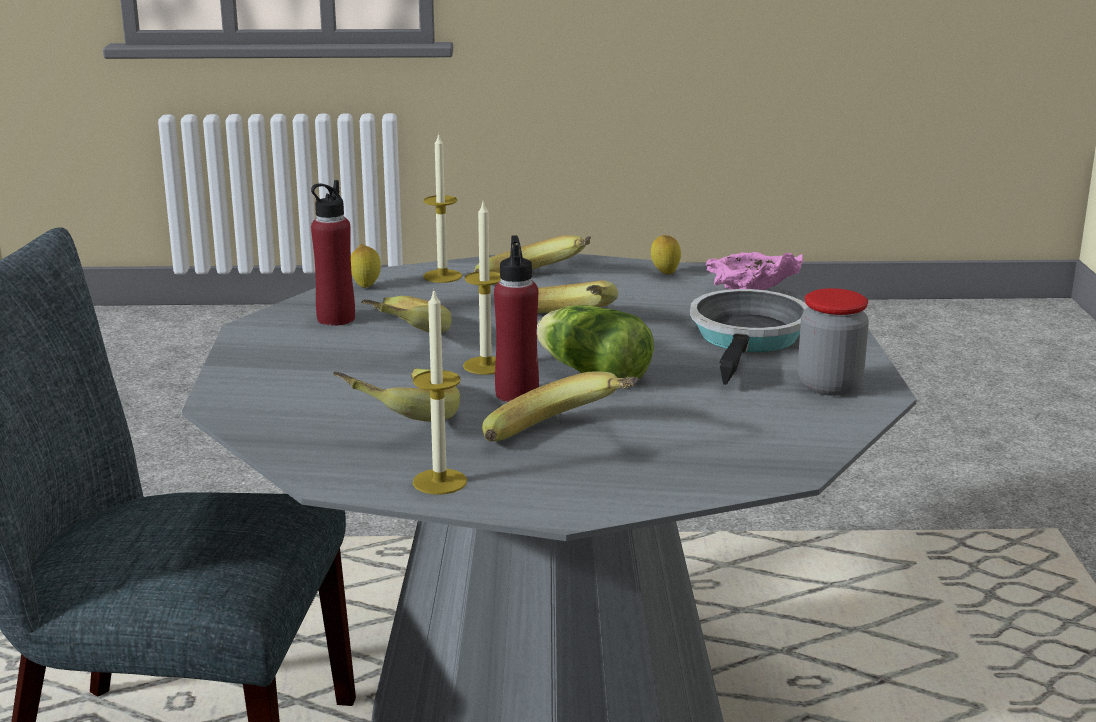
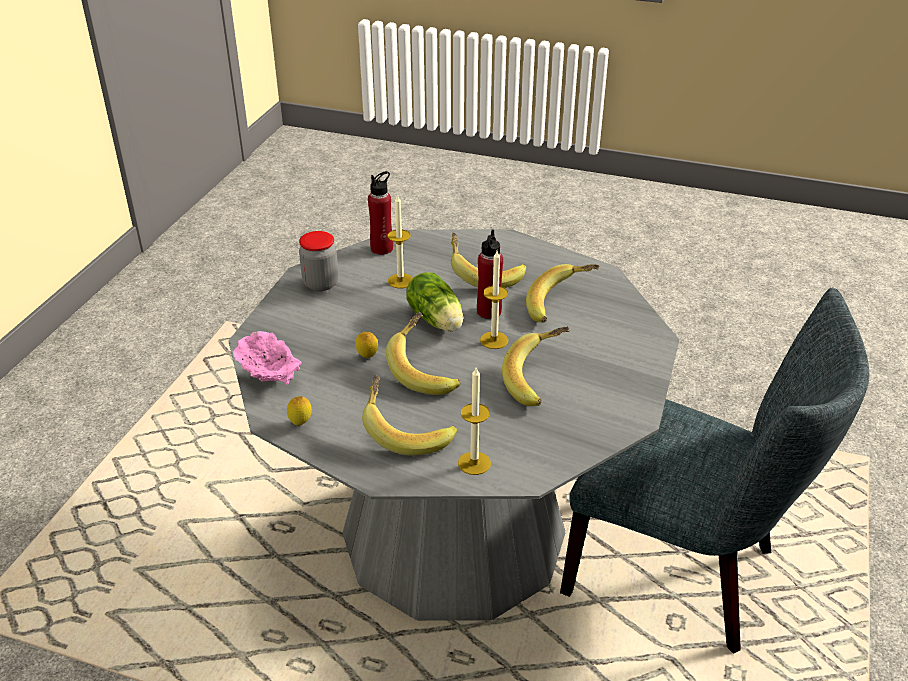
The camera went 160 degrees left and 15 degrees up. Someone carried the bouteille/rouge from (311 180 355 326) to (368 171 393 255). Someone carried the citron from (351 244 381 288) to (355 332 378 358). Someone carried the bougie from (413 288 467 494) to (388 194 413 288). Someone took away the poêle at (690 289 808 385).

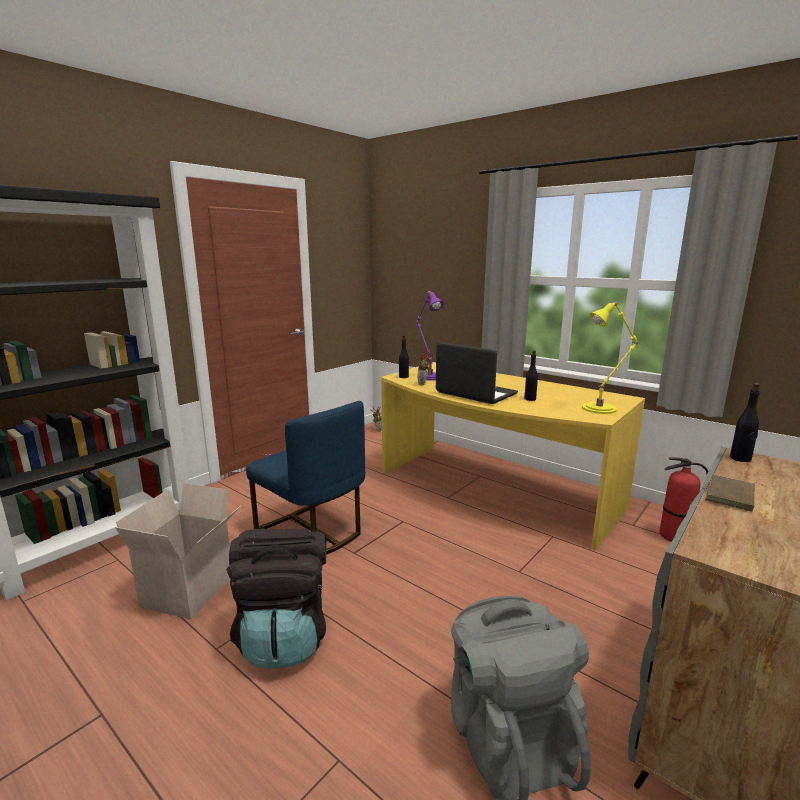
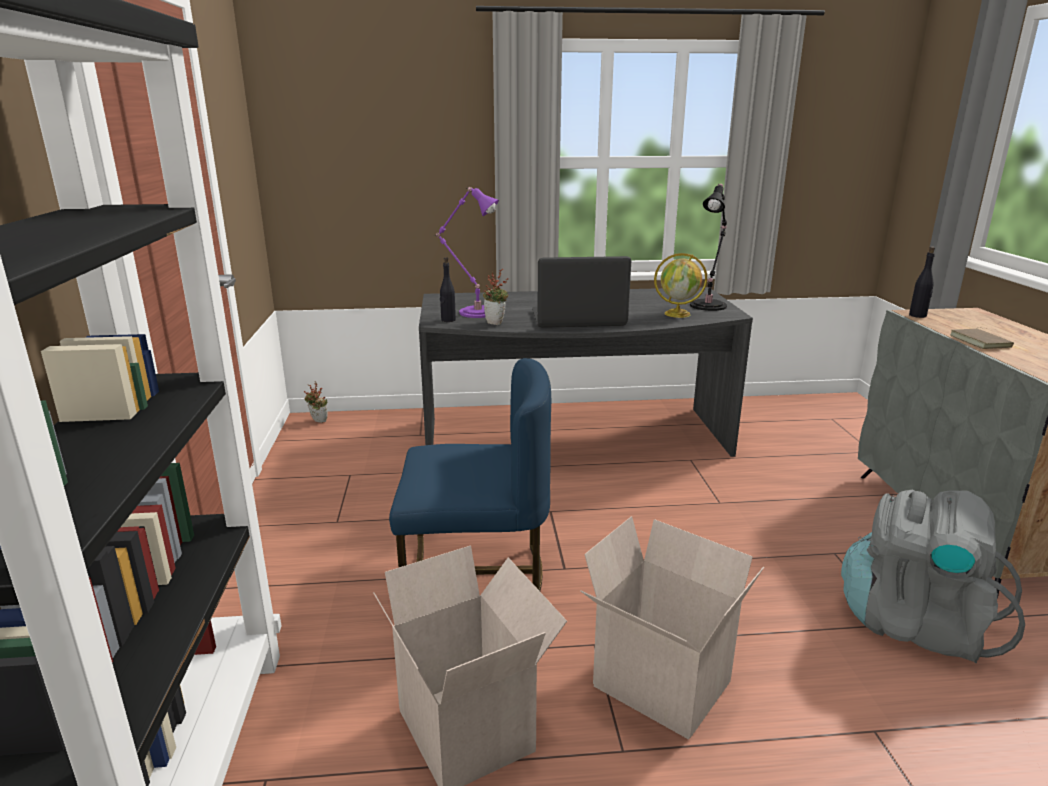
The camera went 45 degrees left and 5 degrees up. Someone swapped the sac à dos/noir at (227 528 326 669) for the carton at (580 516 764 740). Someone repainted the bureau/jaune at (381 362 645 551), which became the bureau/gris at (419 287 753 457). Someone took away the bouteille/noir at (524 350 538 401). Someone repainted the lampe de table/jaune at (582 302 638 414), which became the lampe de table/noir at (690 184 727 311). Someone took away the extincteur at (660 457 708 542). Someone put down the globe at (654 253 707 318).

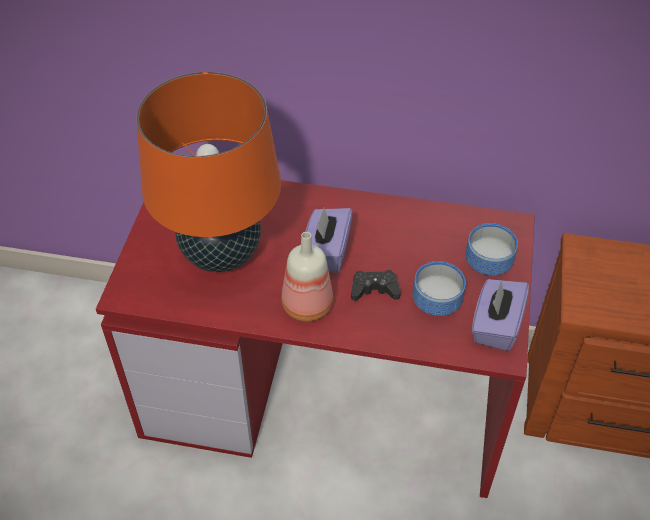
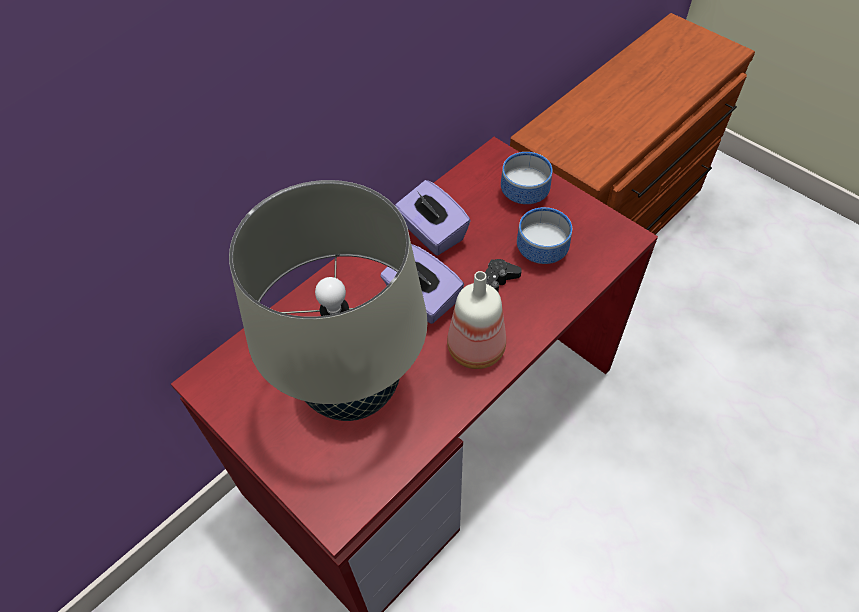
The camera went 55 degrees left and 5 degrees up. Someone repainted the lampe de table/orange at (136 72 281 272), which became the lampe de table/beige at (229 180 427 421). Someone carried the boîte à mouchoirs/violet from (472 279 529 351) to (395 180 471 256).

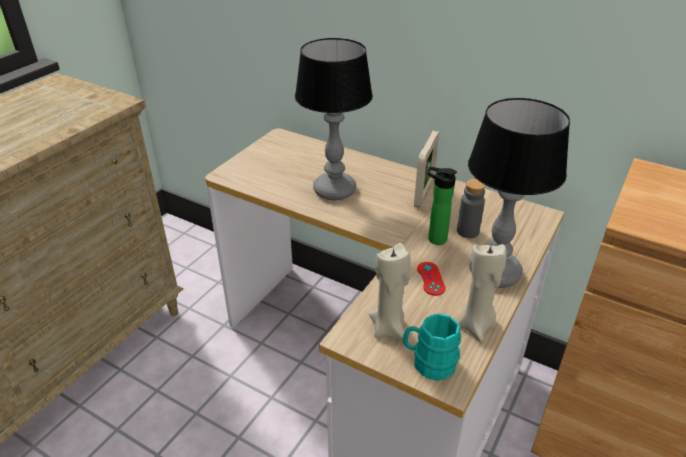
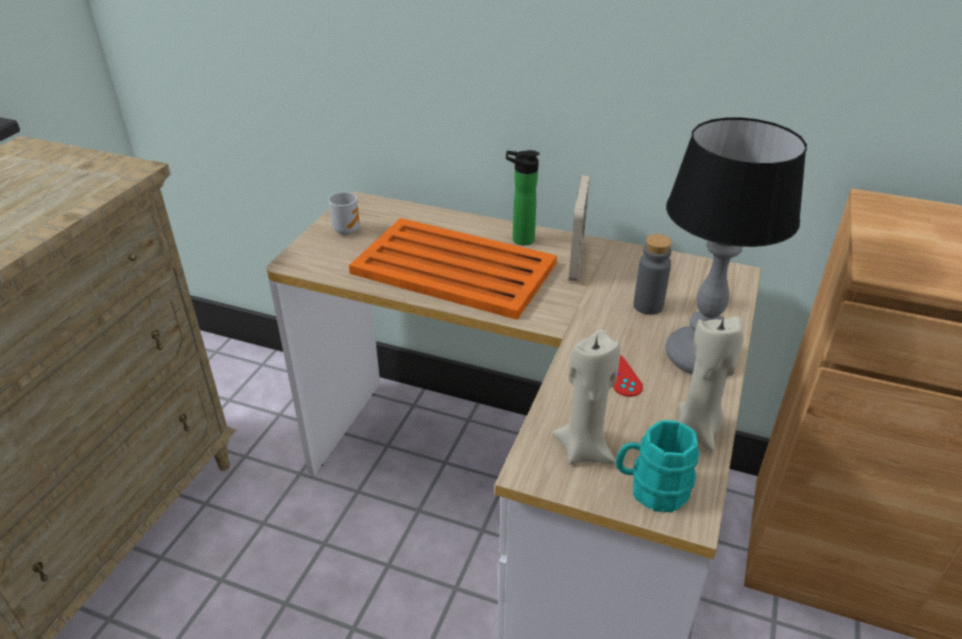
The camera went 10 degrees left and 0 degrees up. Someone swapped the lampe de table at (295 38 373 200) for the plateau/orange at (349 218 557 320). Someone carried the bouteille from (427 166 457 245) to (506 150 540 245). Someone put down the mug at (328 192 360 235).

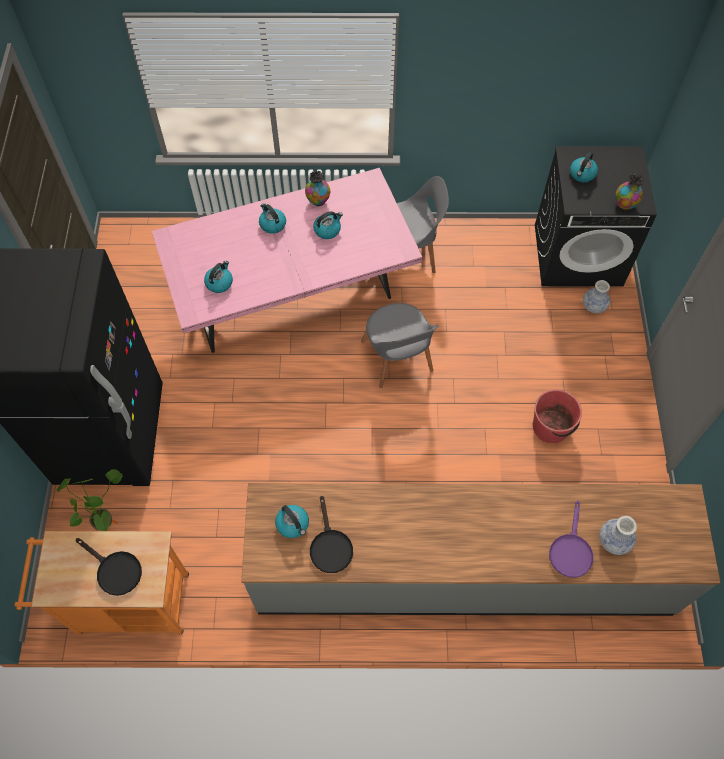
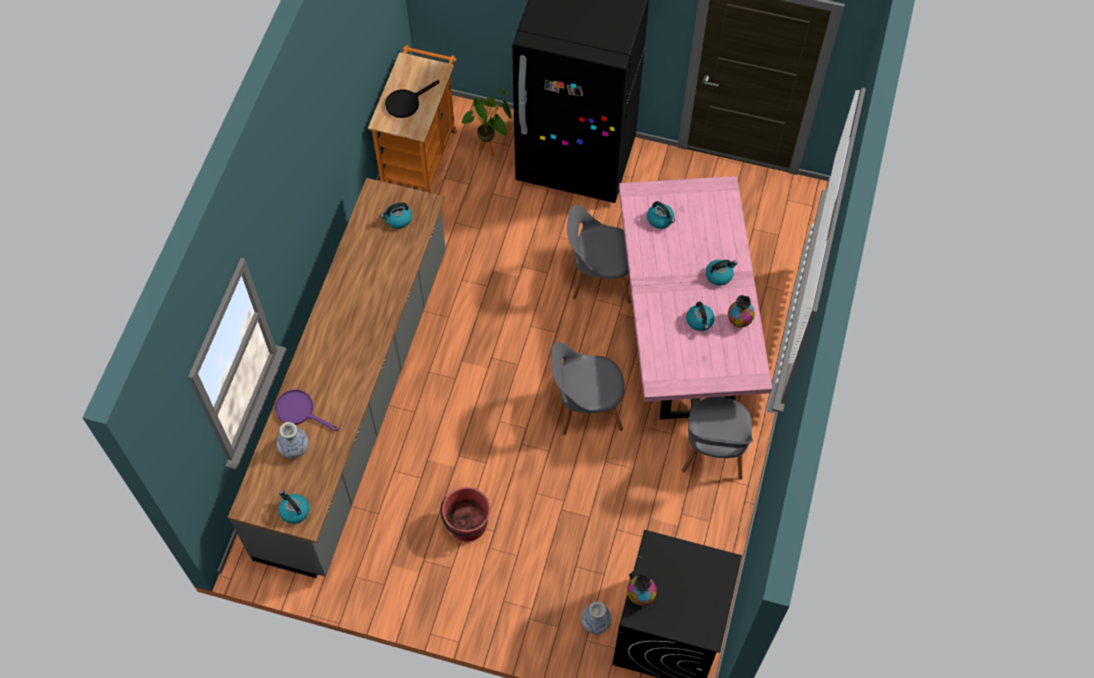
The camera went 105 degrees right and 0 degrees up. Someone took away the poêle/noir at (310 495 353 573). Someone carried the bouilloire from (570 152 598 182) to (279 490 310 524). Someone put down the chaise/gris at (567 205 631 303).

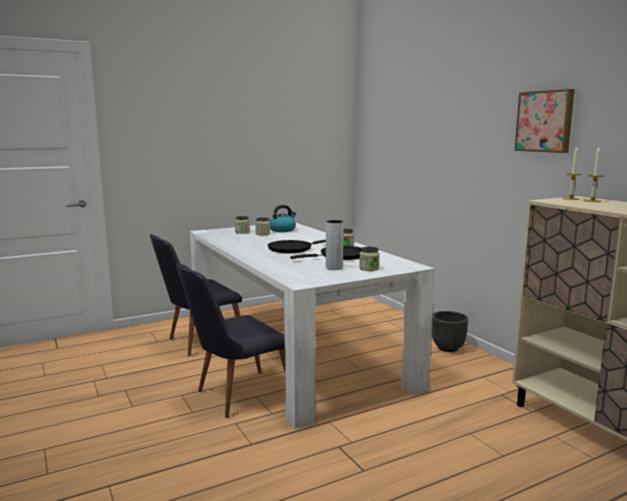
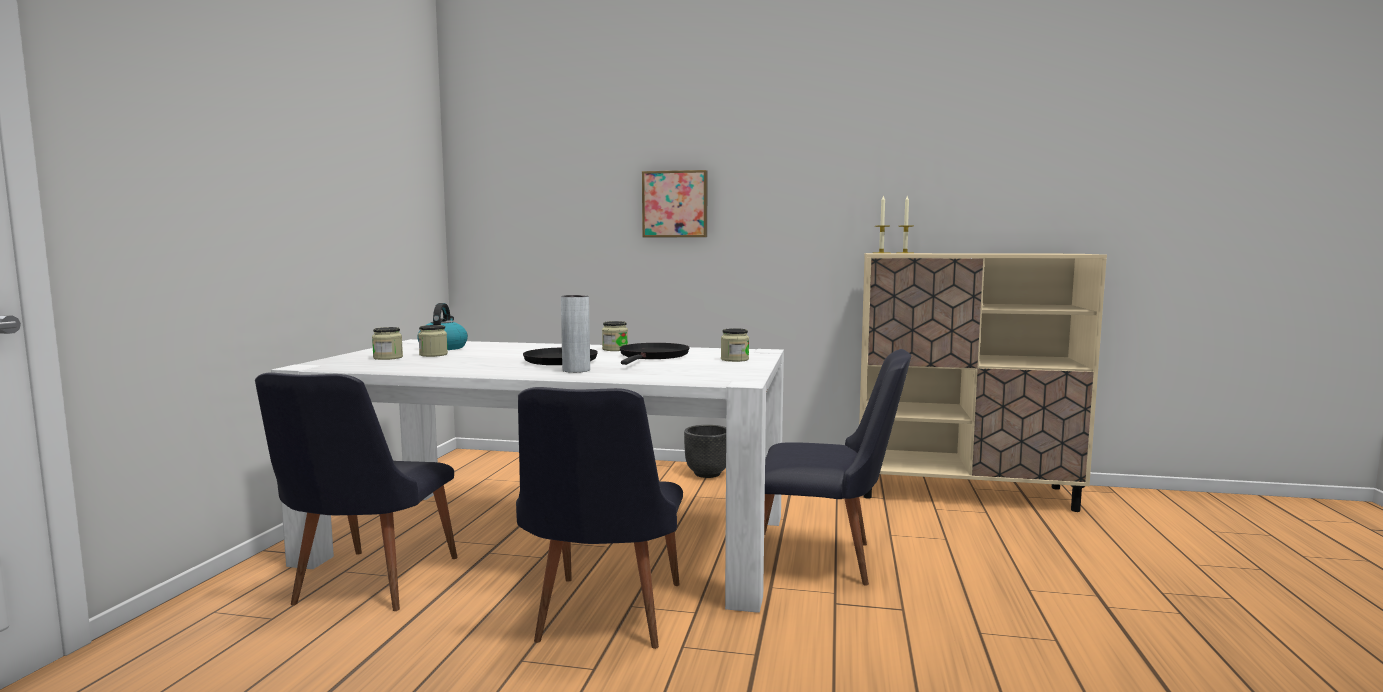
The camera went 50 degrees left and 5 degrees down. Someone carried the vase/gris from (326 220 344 270) to (561 295 590 373). Someone carried the tableau from (514 89 575 153) to (642 170 707 237). Someone put down the chaise/noir at (764 349 911 586).

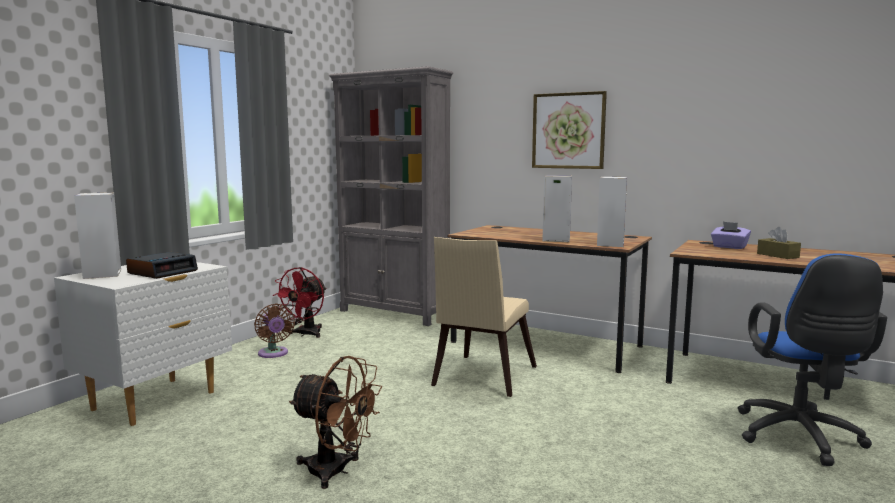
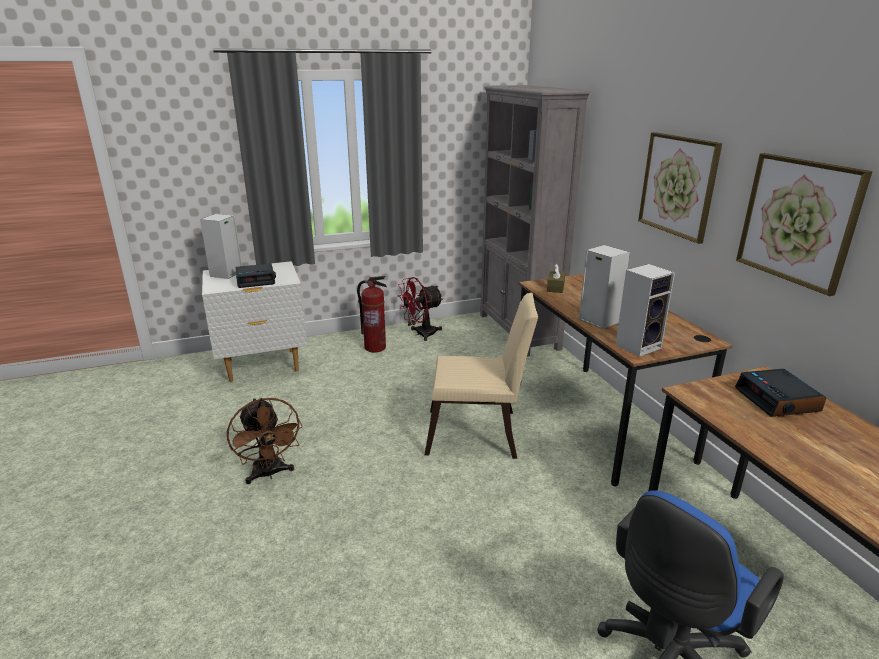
The camera went 40 degrees right and 15 degrees up. Someone swapped the ventilateur/marron at (254 303 295 358) for the extincteur at (357 276 387 352). Someone rotated the chaise/beige at (431 237 537 397) by 150 degrees counterclockwise. Someone swapped the boîte à mouchoirs/violet at (711 221 751 249) for the réveil at (735 369 826 417). Someone carried the boîte à mouchoirs/marron from (757 227 801 259) to (547 263 565 293). Someone put up the tableau at (736 153 872 296).

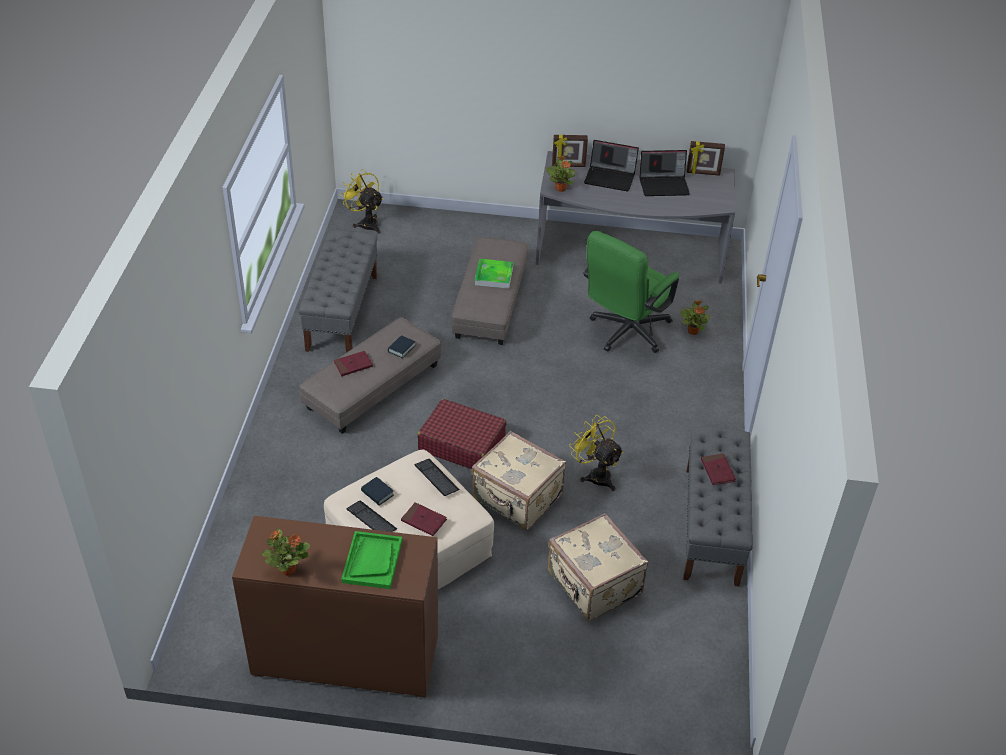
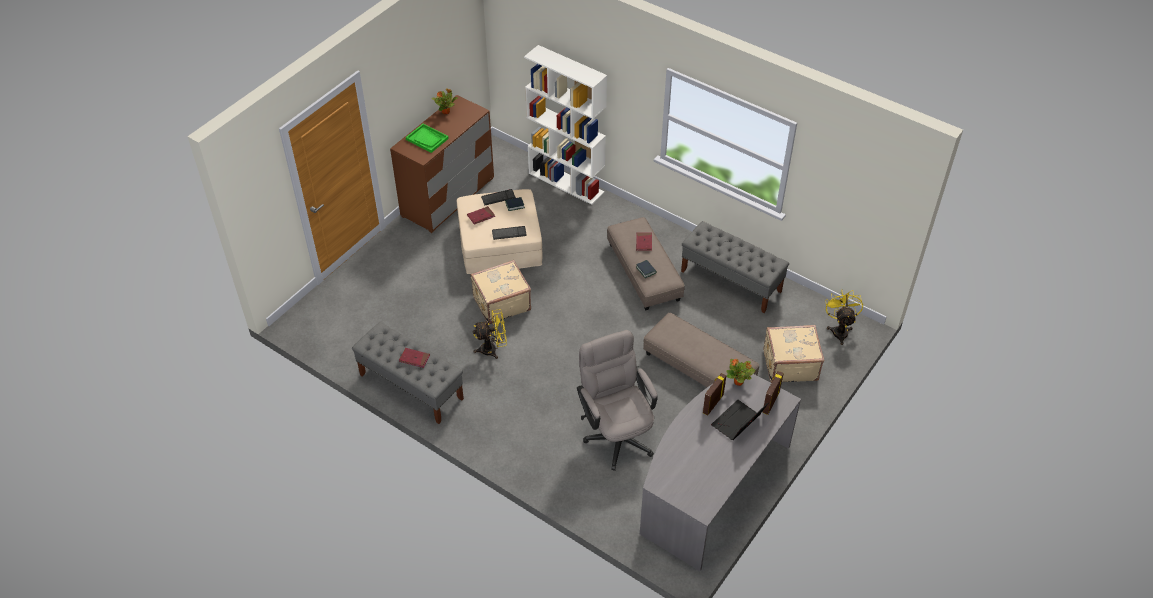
The camera went 120 degrees right and 5 degrees up. Someone rotated the ventilateur/jaune at (340 169 383 234) by 75 degrees counterclockwise. Someone took away the valise/rouge at (417 399 506 469). Someone took away the plateau at (475 259 513 289). Someone carried the valise/beige from (548 513 648 621) to (764 325 824 383). Someone repainted the chaise de bureau/vert at (584 231 679 353), which became the chaise de bureau/gris at (577 330 658 471). Someone took away the ordinateur portable at (639 150 690 196). Someone took away the plante en pot at (681 300 710 335). Someone carried the cadre photo from (687 141 725 176) to (703 373 727 416). Someone put down the bibliothèque/blanc at (524 45 607 205).

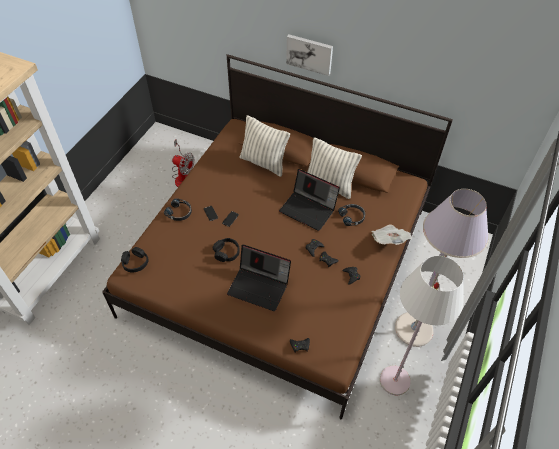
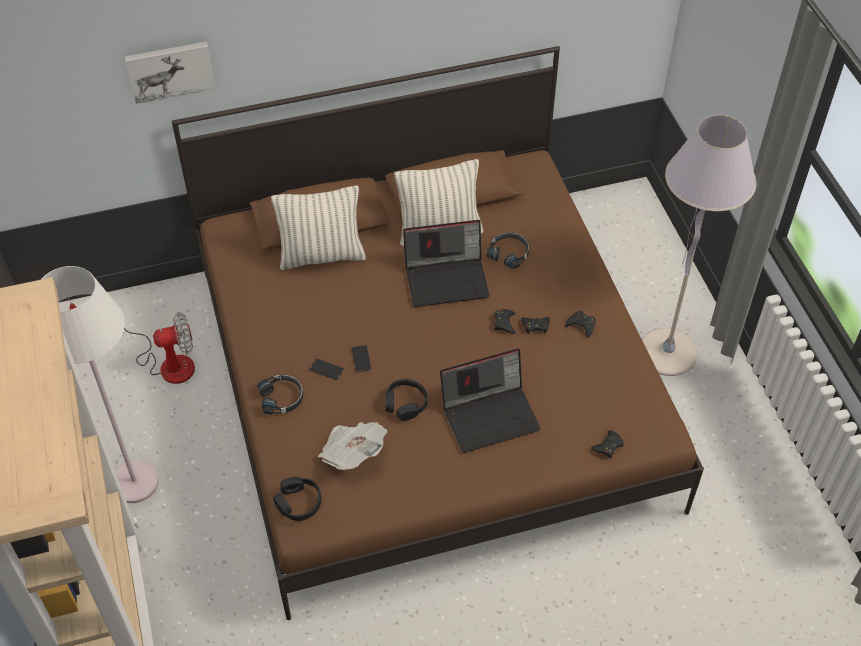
The camera went 40 degrees left and 0 degrees up. Someone carried the tableau from (286 34 333 76) to (125 41 216 104). Someone carried the journal from (371 224 412 245) to (318 422 387 470). Someone carried the lampadaire/blanc from (380 256 464 396) to (42 266 159 503).

